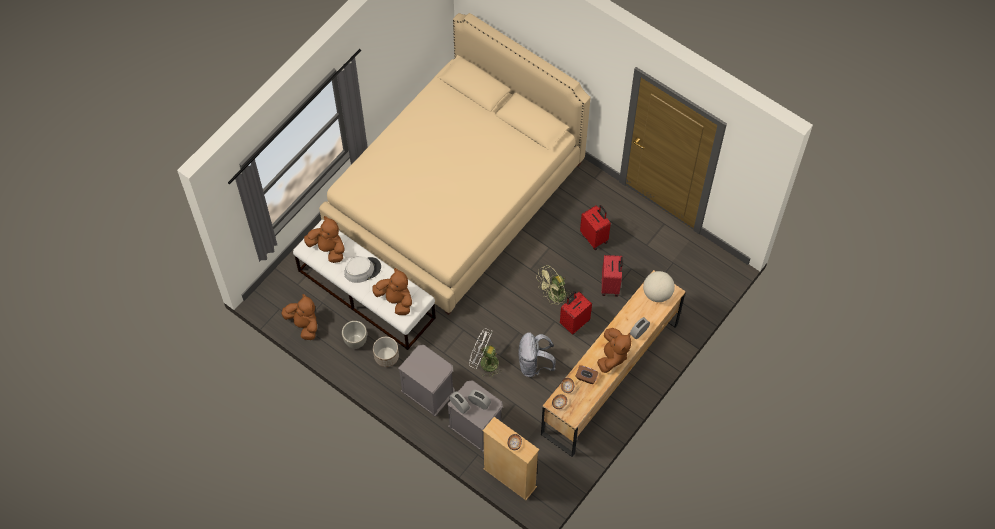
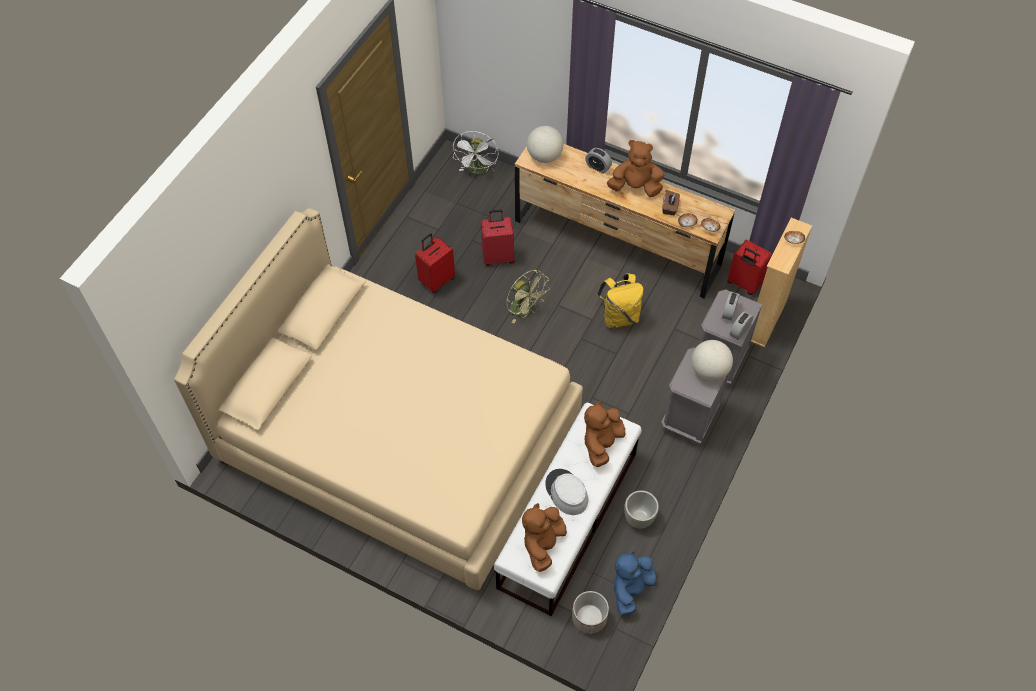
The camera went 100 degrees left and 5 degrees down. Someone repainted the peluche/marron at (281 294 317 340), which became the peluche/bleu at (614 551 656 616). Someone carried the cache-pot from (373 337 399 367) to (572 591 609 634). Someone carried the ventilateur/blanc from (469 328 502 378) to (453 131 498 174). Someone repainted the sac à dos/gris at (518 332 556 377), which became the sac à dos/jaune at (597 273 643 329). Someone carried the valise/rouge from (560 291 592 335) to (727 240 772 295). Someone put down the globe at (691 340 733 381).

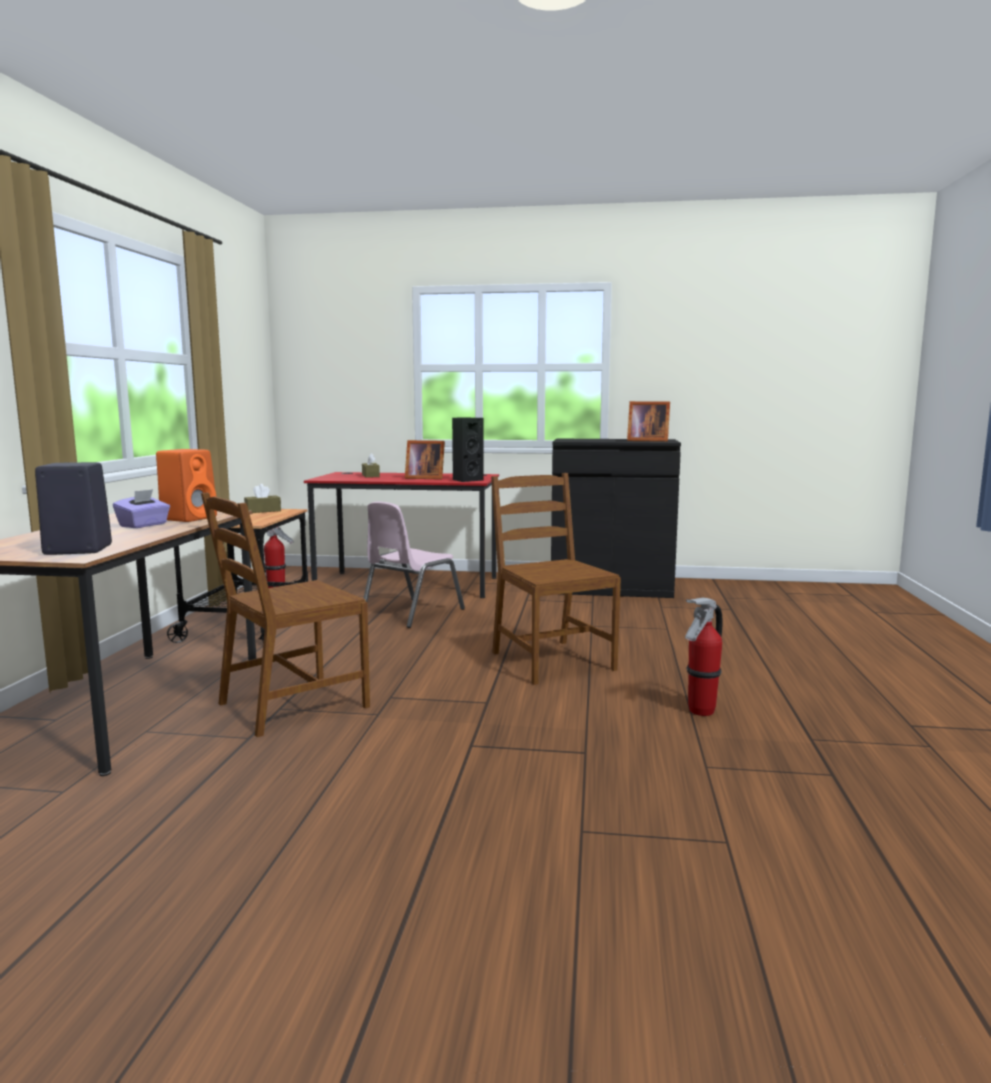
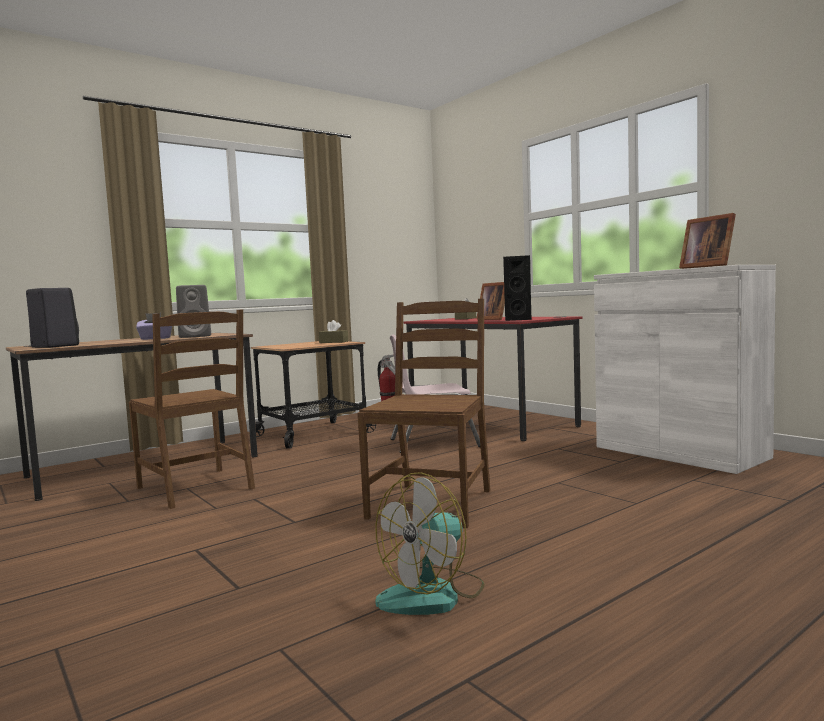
The camera went 45 degrees right and 5 degrees down. Someone repainted the enceinte/orange at (156 449 217 522), which became the enceinte/gris at (176 285 211 338). Someone rotated the chaise/marron at (201 493 370 737) by 135 degrees counterclockwise. Someone repainted the meuble de rangement/noir at (551 439 681 598), which became the meuble de rangement/blanc at (594 265 776 474). Someone swapped the extincteur at (685 598 723 716) for the ventilateur at (375 472 484 615).

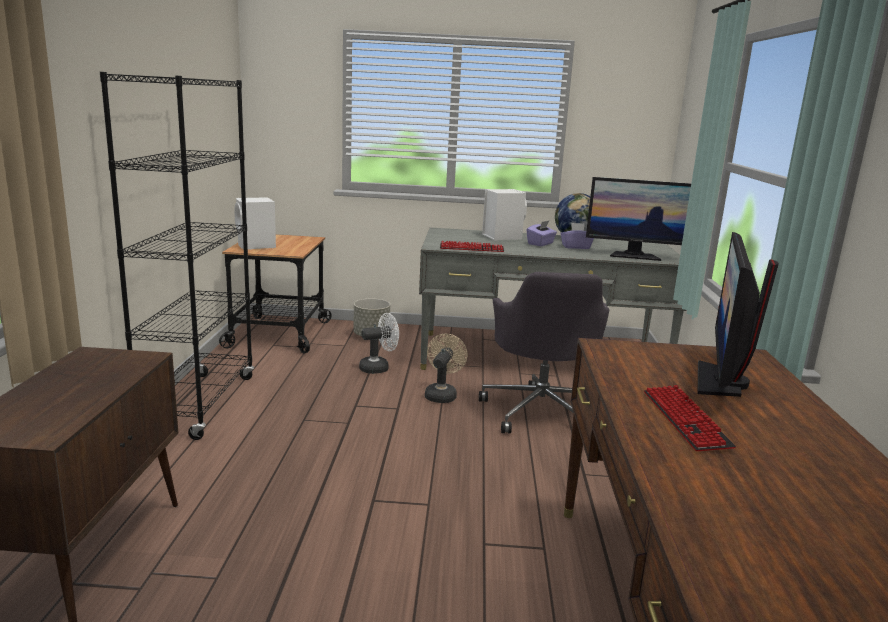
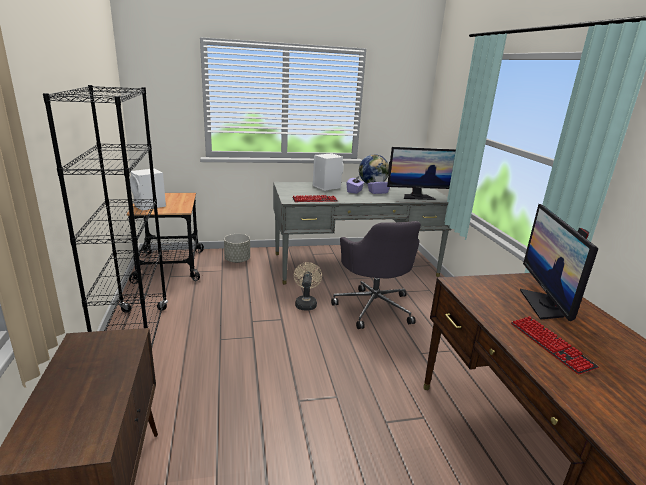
The camera went 15 degrees left and 5 degrees up. Someone took away the ventilateur/blanc at (359 313 399 374).

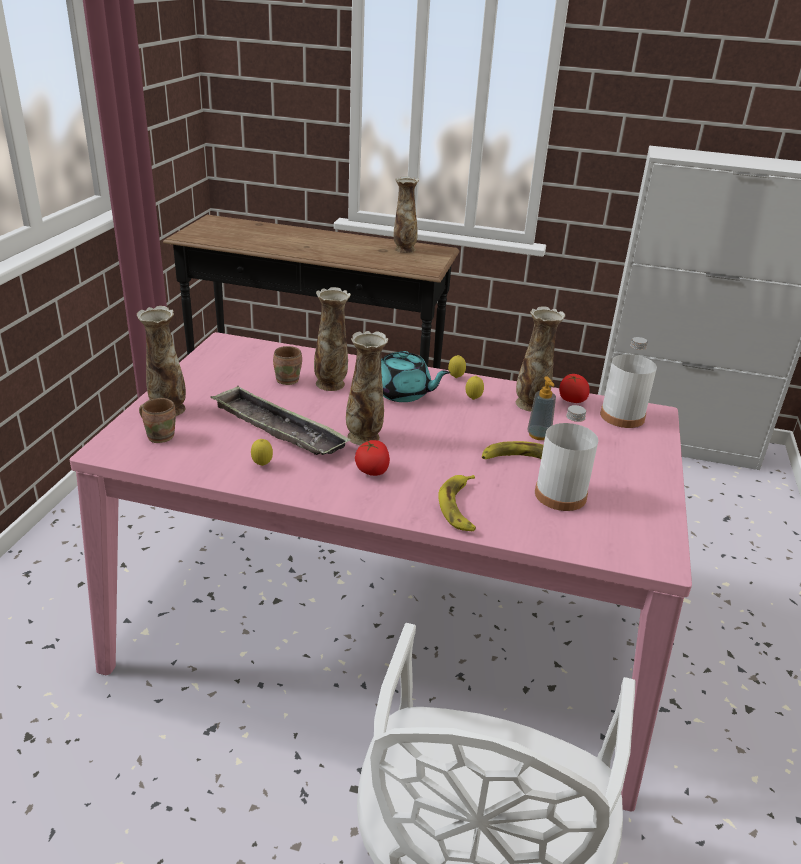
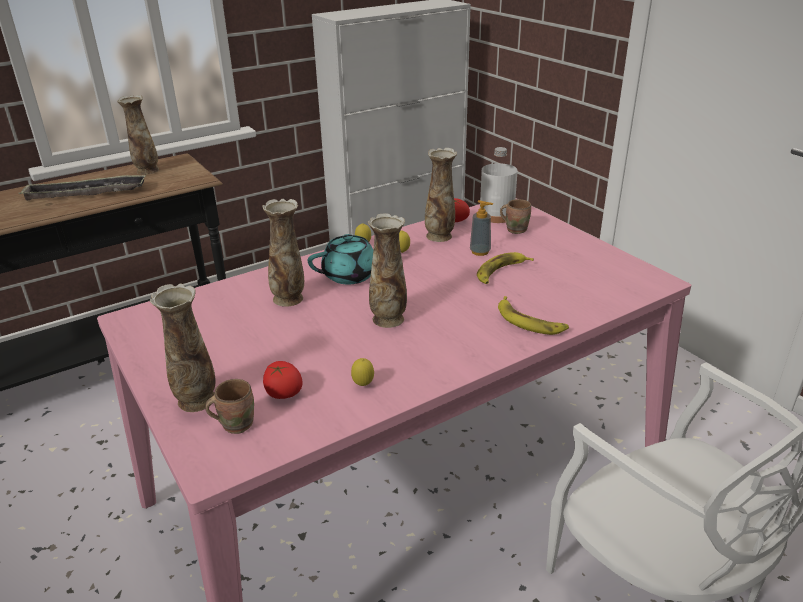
The camera went 45 degrees left and 0 degrees up. Someone carried the plateau from (211 385 351 455) to (19 174 146 200). Someone carried the mug/marron from (273 346 302 385) to (500 199 531 234). Someone carried the tomate from (355 440 390 476) to (263 361 302 399). Someone took away the bouteille/blanc at (535 405 598 511).

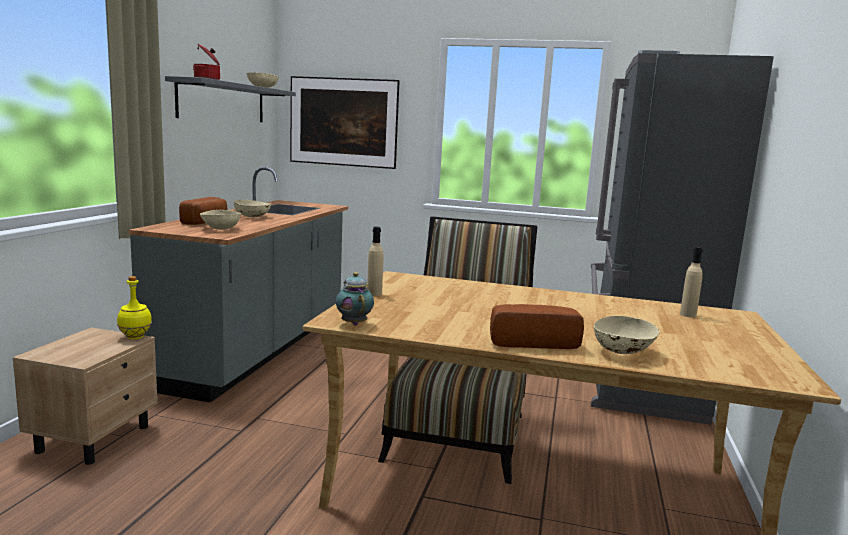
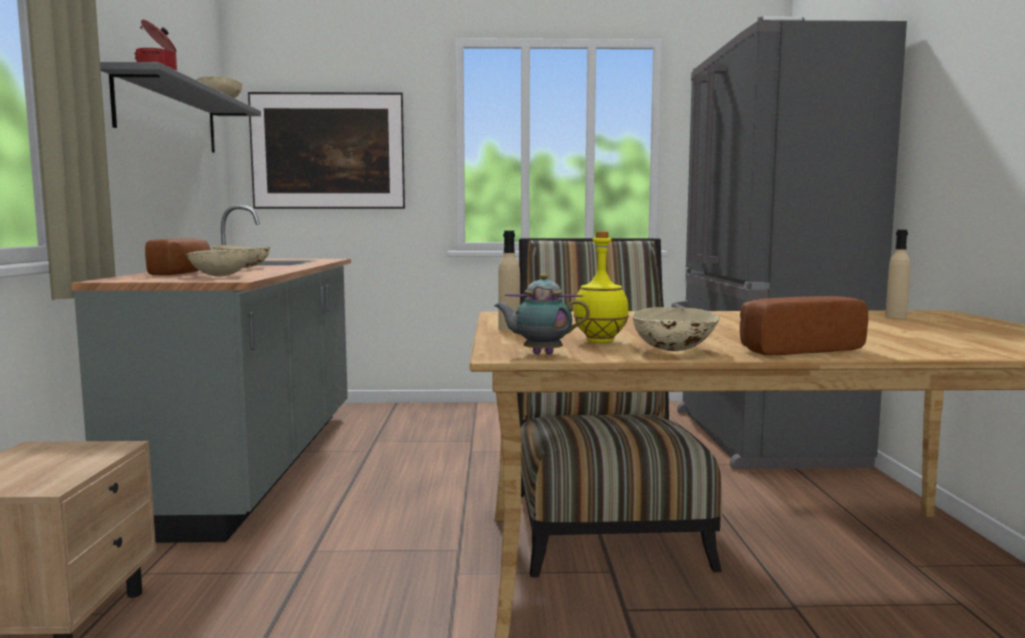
The camera went 15 degrees left and 5 degrees down. Someone carried the bouteille/jaune from (117 276 152 340) to (573 231 629 343). Someone rotated the théière at (336 272 374 326) by 45 degrees counterclockwise. Someone carried the bol/beige from (594 316 660 354) to (632 307 720 351).

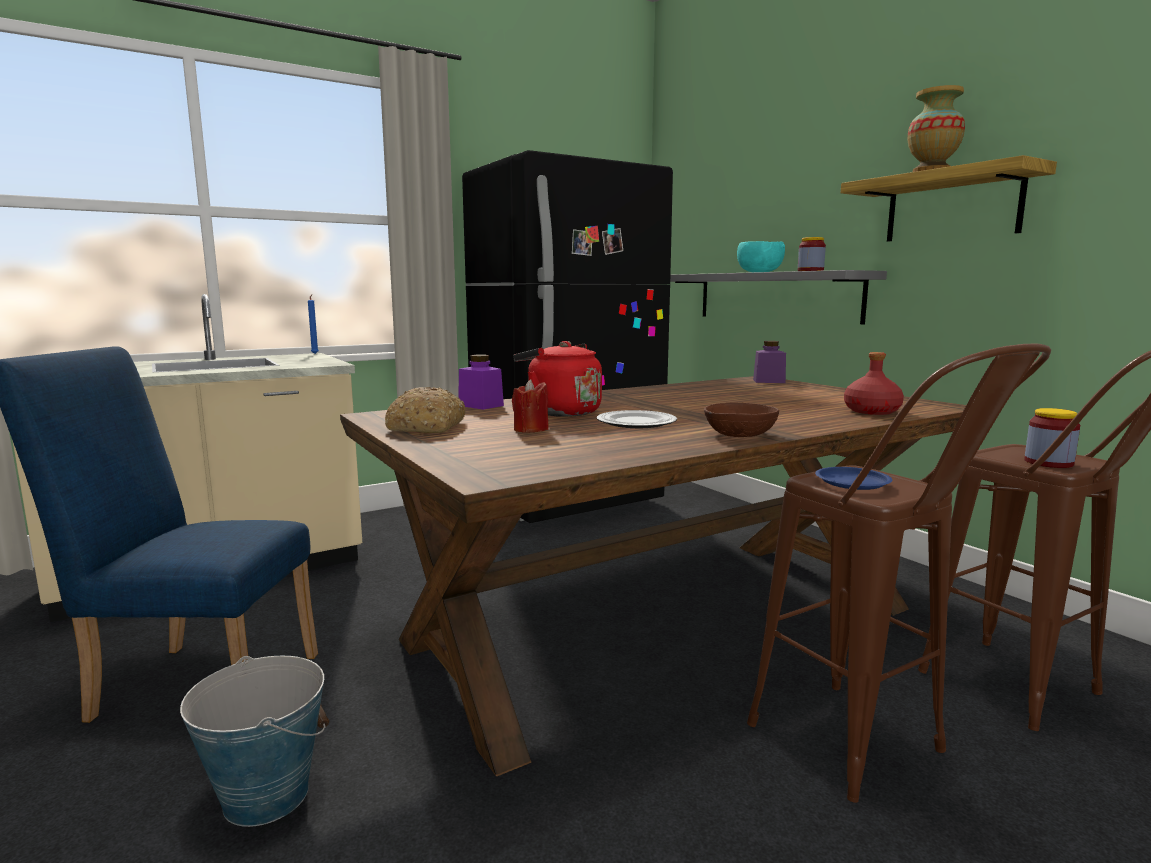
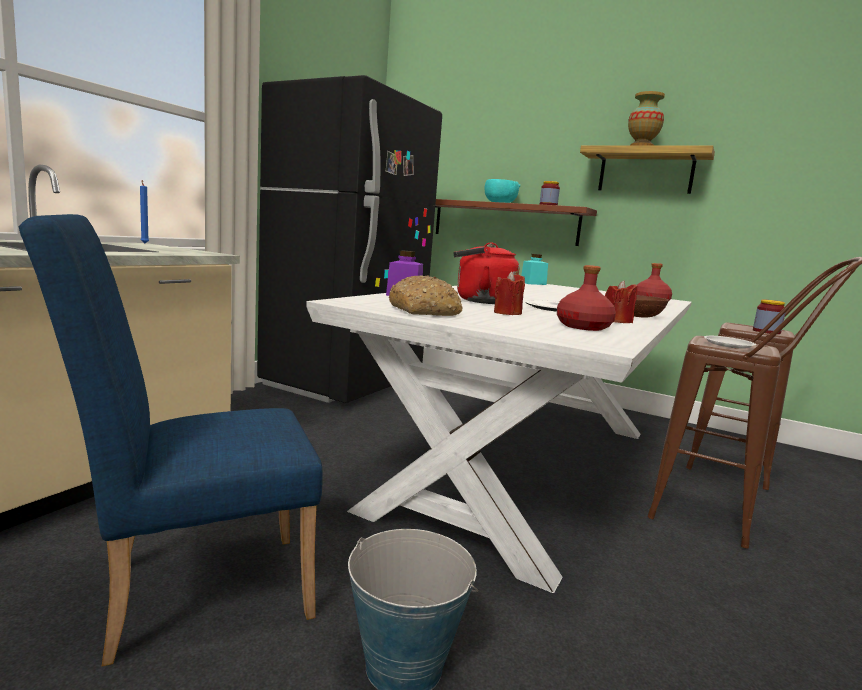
The camera went 30 degrees left and 0 degrees up. Someone repainted the table à manger/marron at (340 376 966 776), which became the table à manger/blanc at (306 283 692 593). Someone repainted the étagère/gris at (670 270 887 324), which became the étagère/marron at (435 199 597 246). Someone repainted the bocal/violet at (753 341 786 383), which became the bocal/turquoise at (521 254 548 285). Someone repainted the assiette/bleu at (815 467 893 490), which became the assiette/blanc at (704 336 756 349). Someone put down the bouteille/rouge at (557 265 616 331). Someone put down the bougie/rouge at (605 280 637 323).

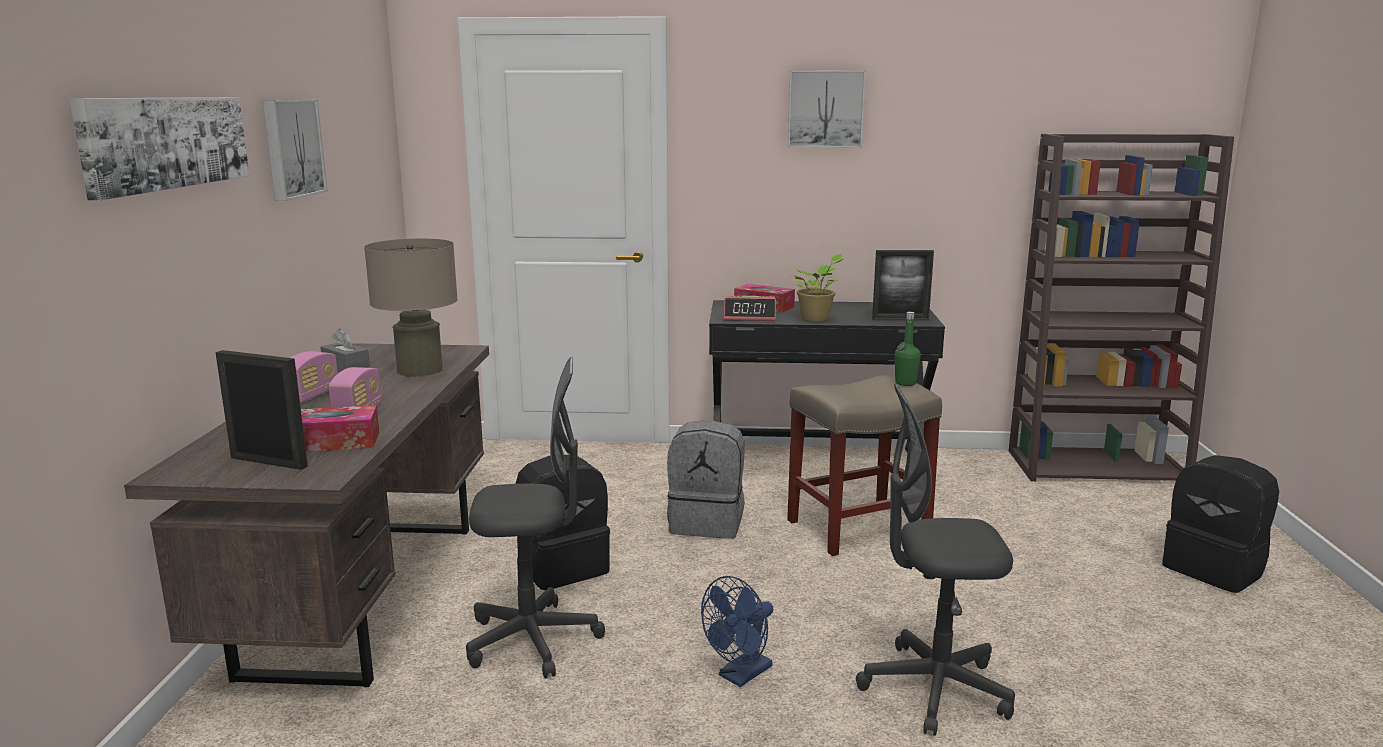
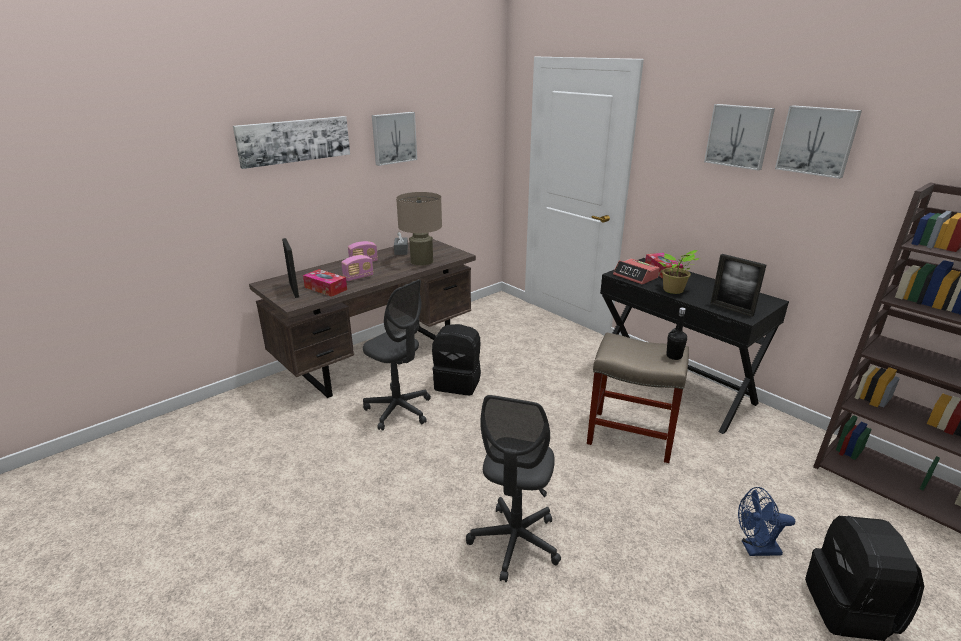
The camera went 45 degrees right and 10 degrees up. Someone took away the sac à dos/gris at (667 420 745 539). Someone carried the ventilateur/bleu from (701 576 774 687) to (738 487 795 556). Someone rotated the chaise de bureau/gris at (856 383 1015 736) by 120 degrees counterclockwise. Someone repainted the bouteille/vert at (895 312 921 386), which became the bouteille/noir at (666 308 687 360). Someone put up the tableau at (775 105 862 179).

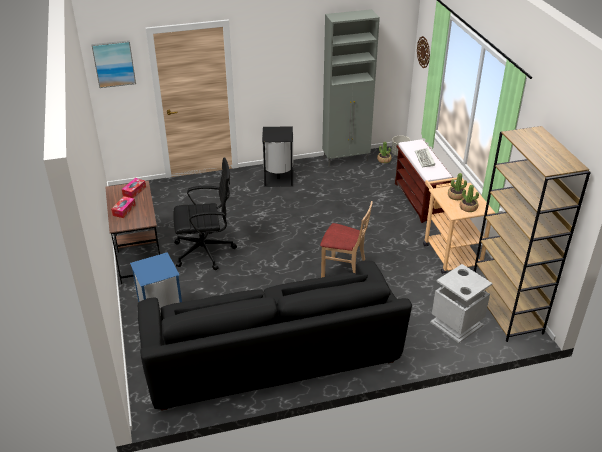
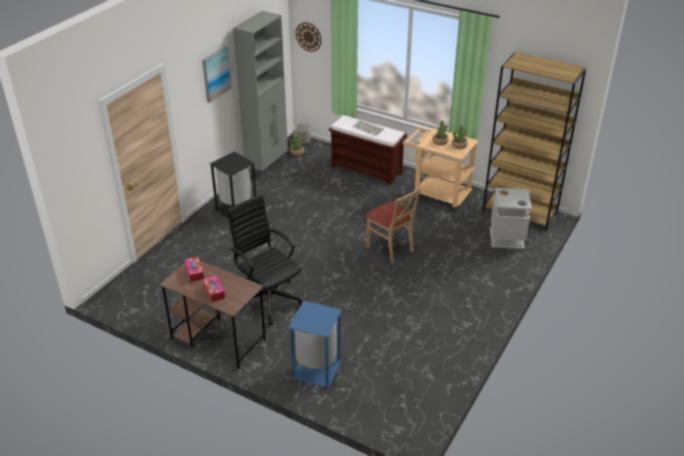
The camera went 45 degrees left and 0 degrees up. Someone carried the tableau from (91 40 136 88) to (202 46 231 103). Someone took away the canapé/noir at (138 260 412 411). Someone rotated the chaise de bureau/noir at (173 157 237 270) by 75 degrees counterclockwise. Someone rotated the chaise/beige at (320 201 373 278) by 75 degrees clockwise.

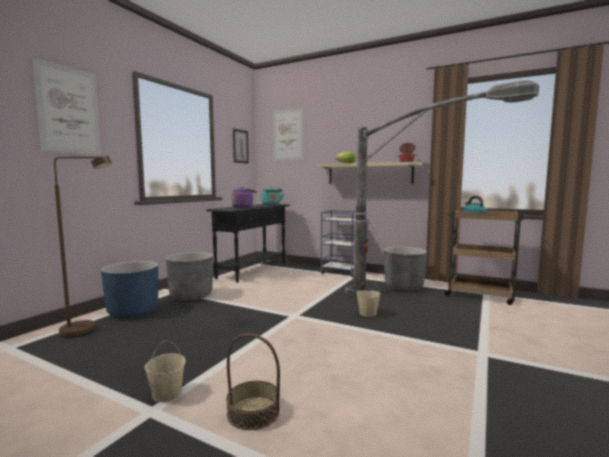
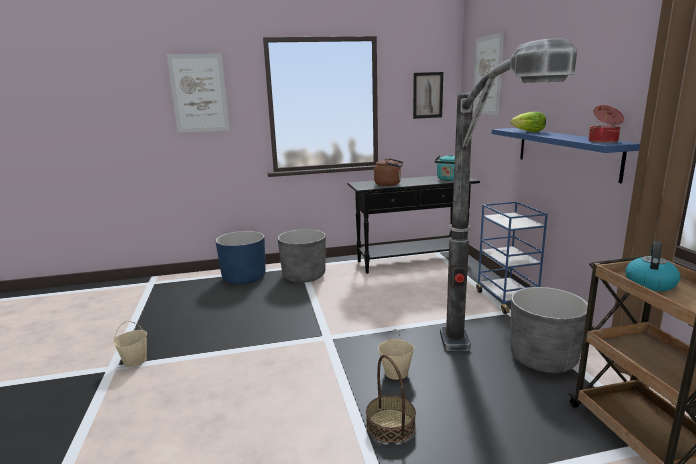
The camera went 50 degrees right and 10 degrees up. Someone took away the lampadaire/marron at (54 156 112 338). Someone carried the panier from (226 334 280 430) to (366 355 416 443). Someone repainted the bouilloire/violet at (231 187 257 208), which became the bouilloire/marron at (374 158 403 186). Someone repainted the étagère/beige at (316 162 422 184), which became the étagère/bleu at (492 128 640 183).

